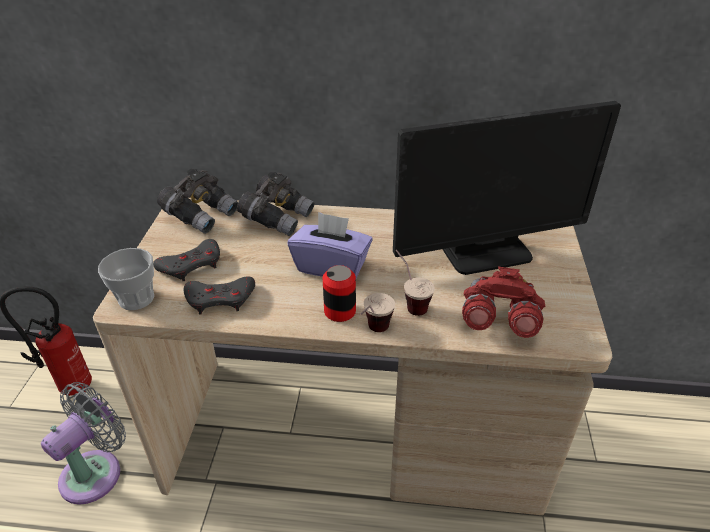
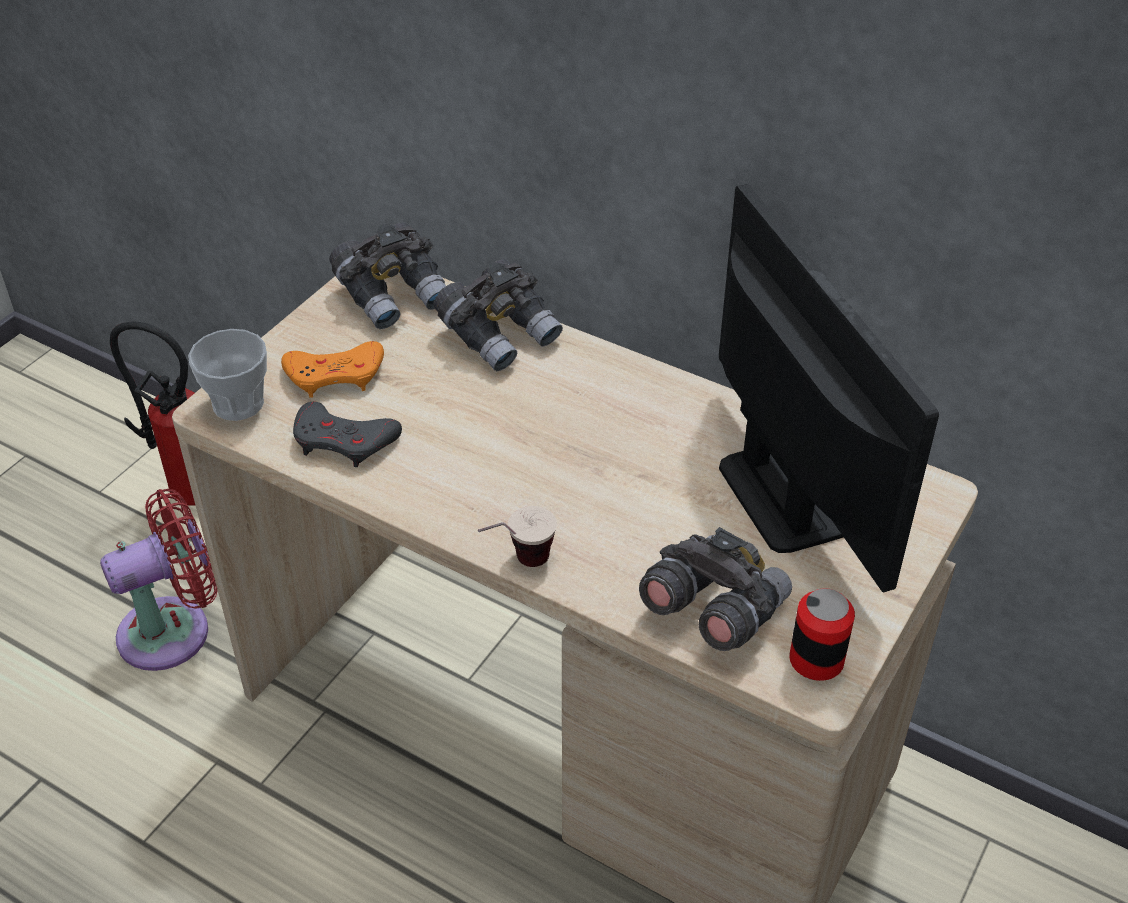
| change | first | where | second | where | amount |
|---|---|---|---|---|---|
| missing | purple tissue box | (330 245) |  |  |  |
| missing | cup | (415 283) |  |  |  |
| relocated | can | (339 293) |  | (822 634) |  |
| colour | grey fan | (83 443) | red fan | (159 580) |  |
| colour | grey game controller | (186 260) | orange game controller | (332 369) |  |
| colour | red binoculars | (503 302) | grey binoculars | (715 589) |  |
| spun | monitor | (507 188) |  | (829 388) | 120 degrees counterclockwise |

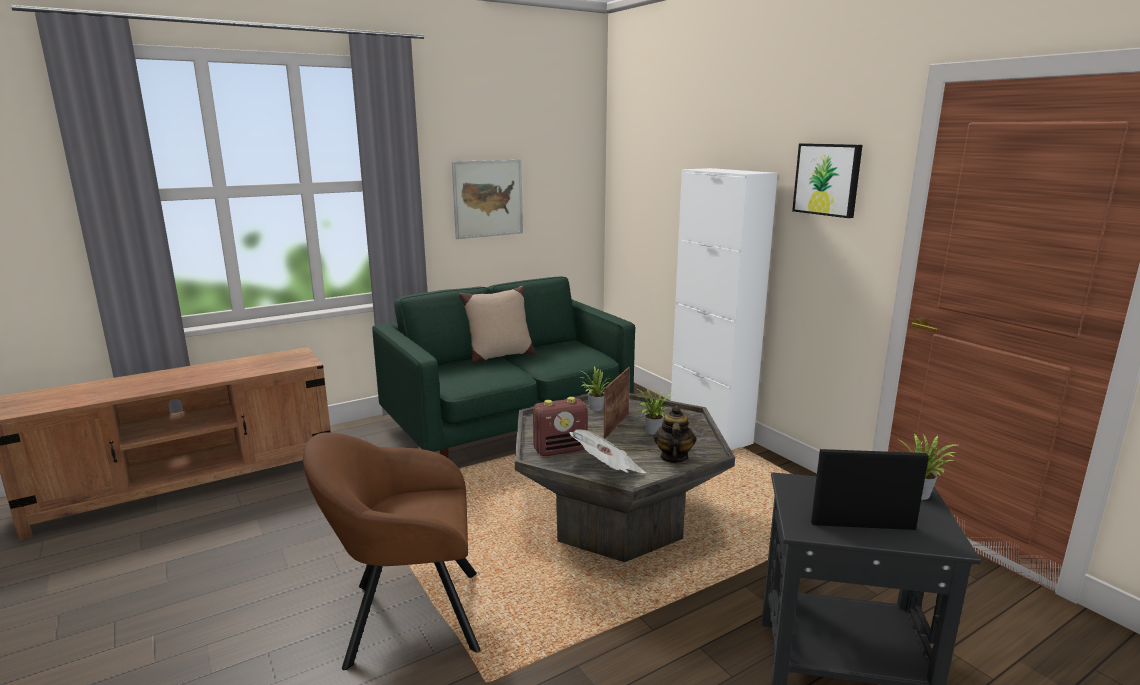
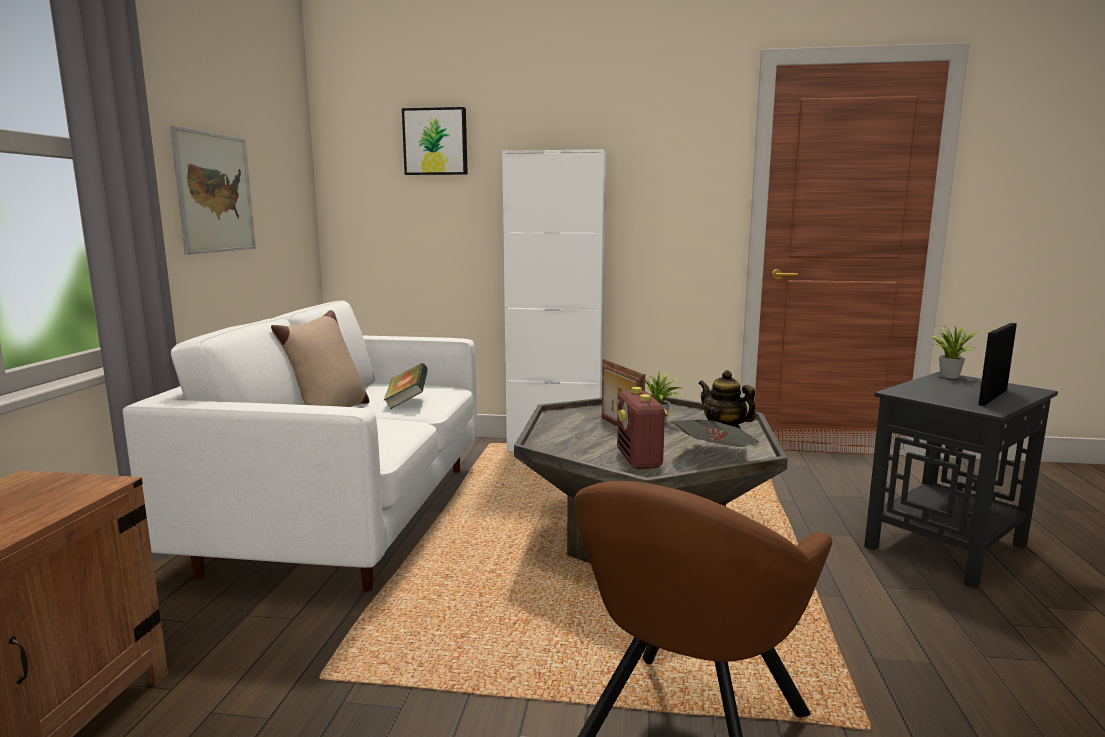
| change | first | where | second | where | amount |
|---|---|---|---|---|---|
| missing | potted plant | (595 389) |  |  |  |
| appeared |  |  | book | (406 386) |  |
| relocated | picture | (827 180) |  | (435 141) |  |
| colour | green sofa | (503 367) | white sofa | (300 445) |  |
| spun | radio | (560 426) |  | (643 428) | 150 degrees clockwise |

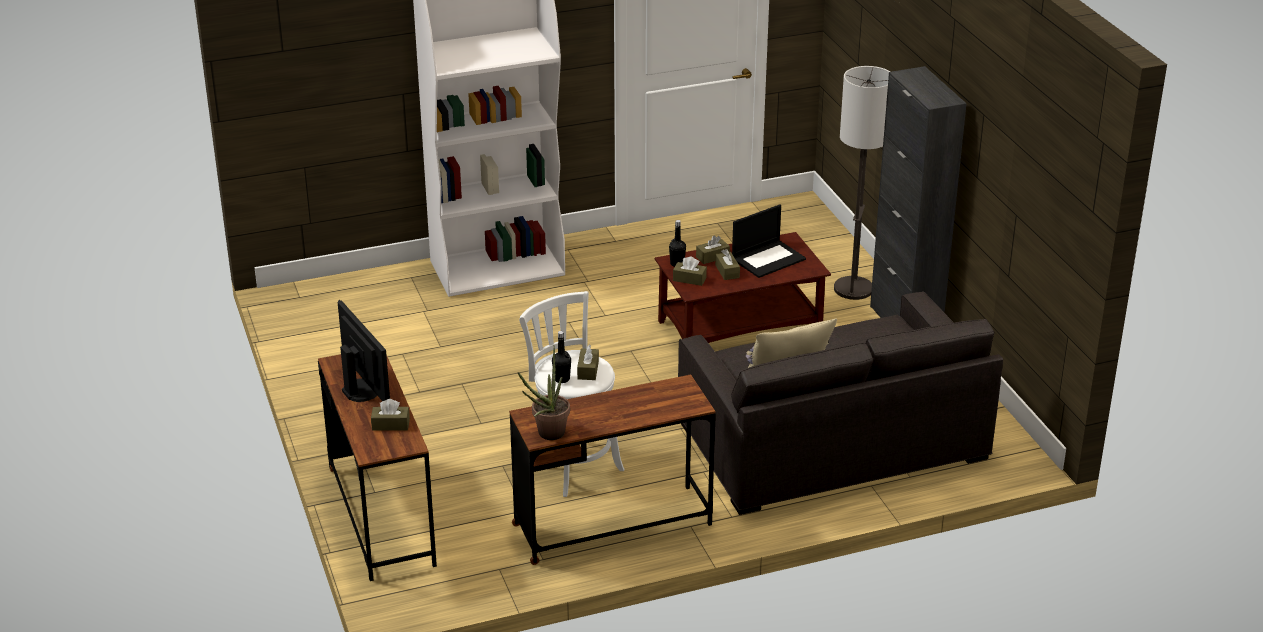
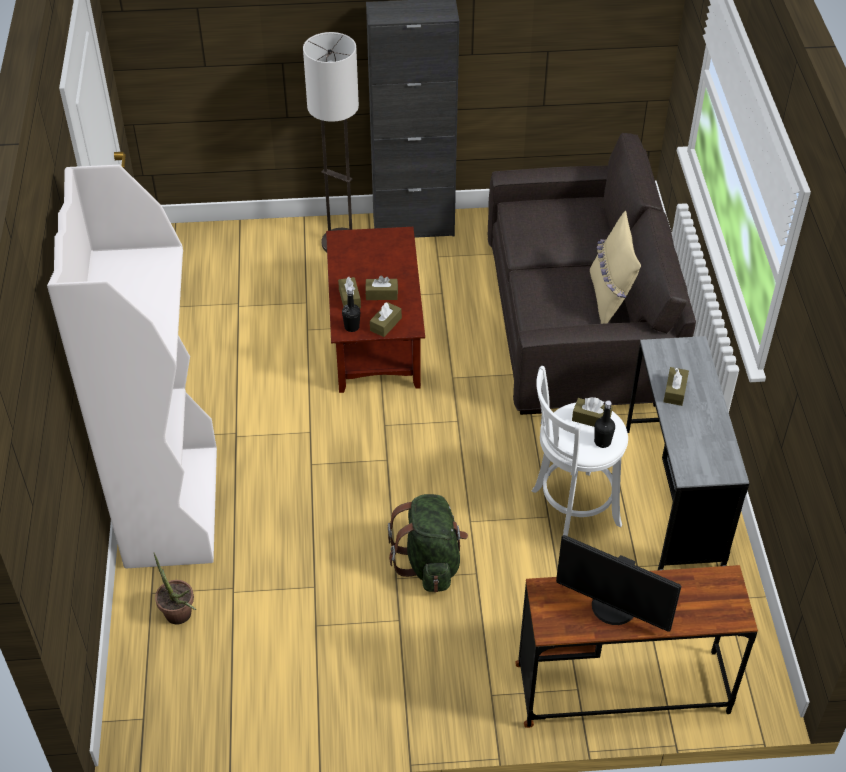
| change | first | where | second | where | amount |
|---|---|---|---|---|---|
| missing | laptop | (769 241) |  |  |  |
| appeared |  |  | green backpack | (428 543) |  |
| relocated | brown tissue box | (390 415) |  | (676 386) |  |
| relocated | potted plant | (544 393) |  | (175 589) |  |
| colour | brown desk | (612 469) | grey desk | (687 453) |  |
| spun | monitor | (364 351) |  | (618 583) | 135 degrees counterclockwise |

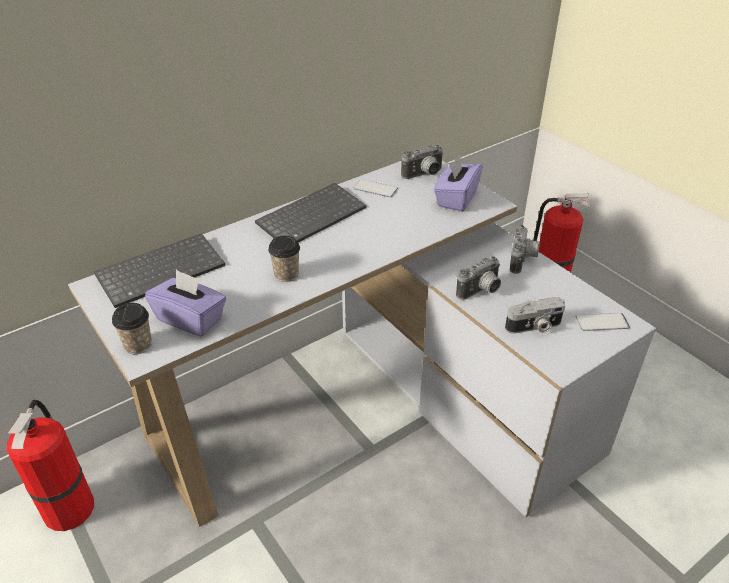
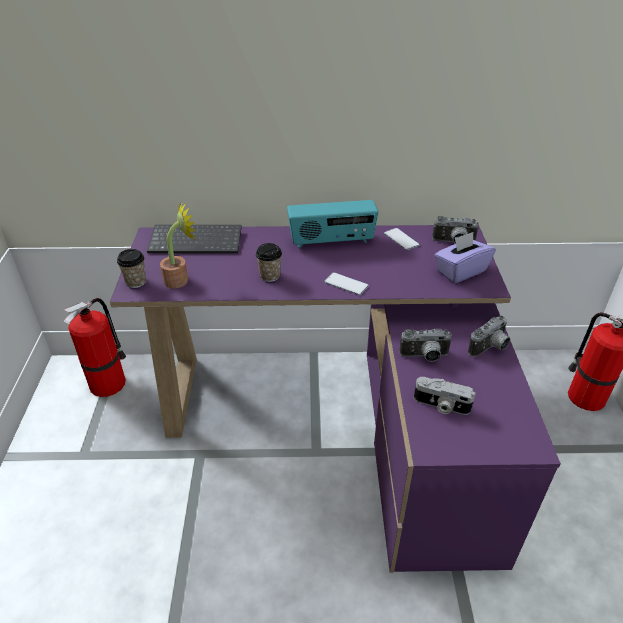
| change | first | where | second | where | amount |
|---|---|---|---|---|---|
| relocated | phone | (602 322) |  | (346 283) |  |
| exchanged | purple tissue box | (185 302) | potted plant | (178 245) |  |
| exchanged | keyboard | (310 213) | radio | (332 224) |  |
| colour | white desk | (362 343) | purple desk | (335 399) |  |

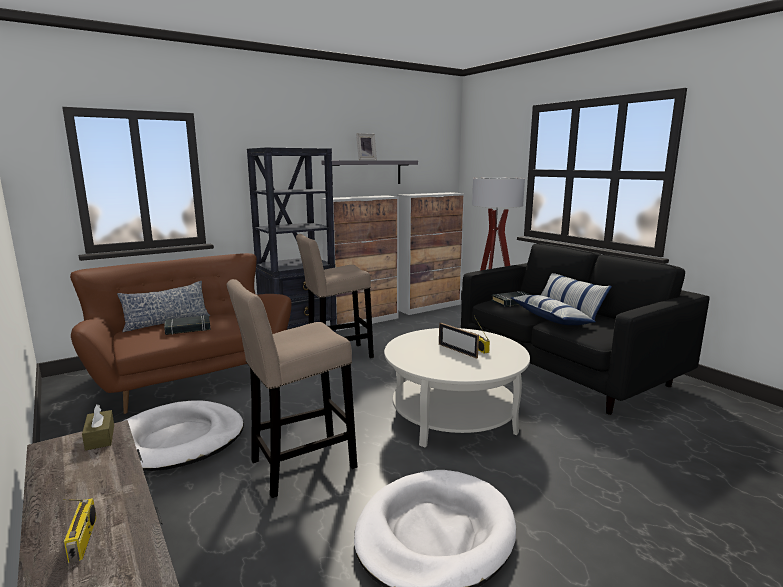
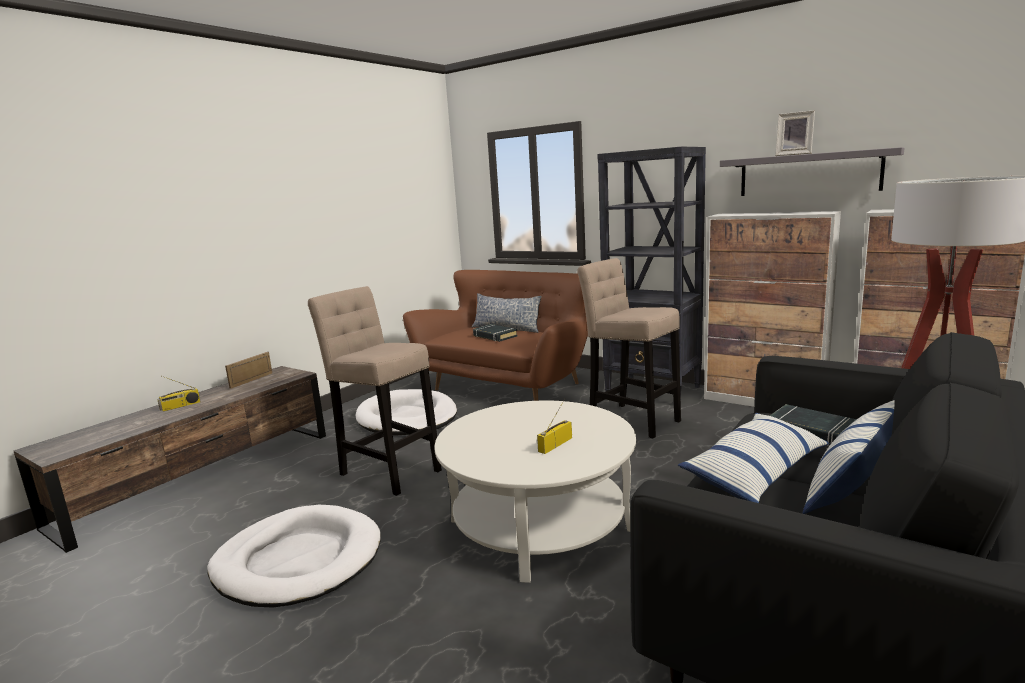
| change | first | where | second | where | amount |
|---|---|---|---|---|---|
| missing | brown tissue box | (98 427) |  |  |  |
| relocated | picture frame | (459 341) |  | (248 370) |  |

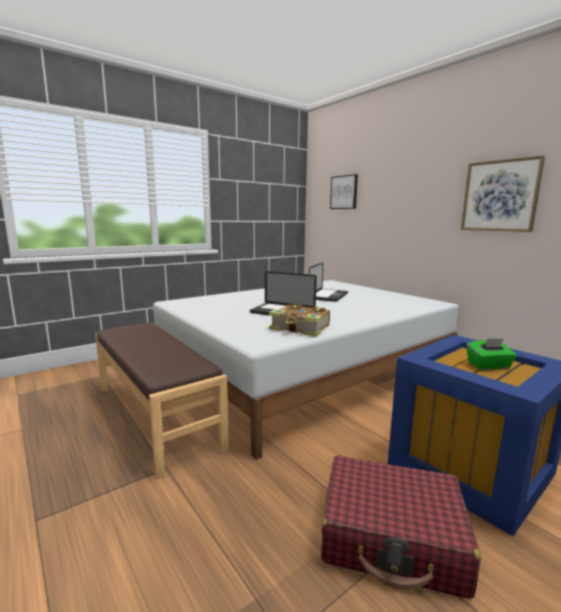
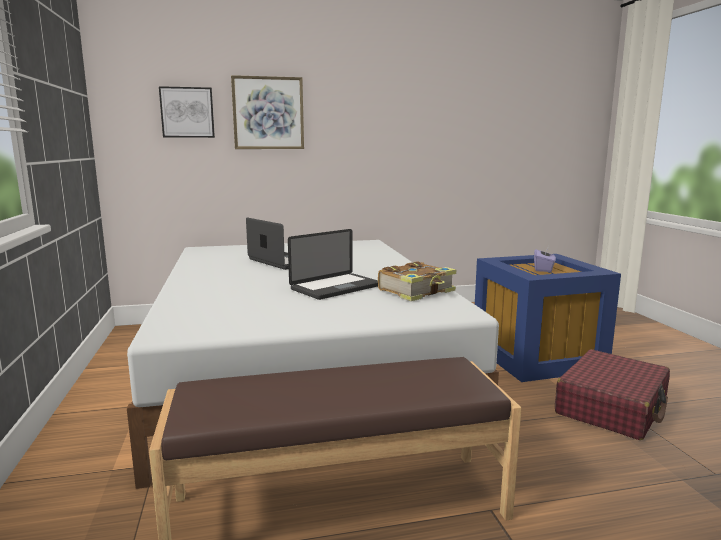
| change | first | where | second | where | amount |
|---|---|---|---|---|---|
| relocated | picture | (503 193) |  | (267 112) |  |
| colour | green tissue box | (491 354) | purple tissue box | (545 259) |  |

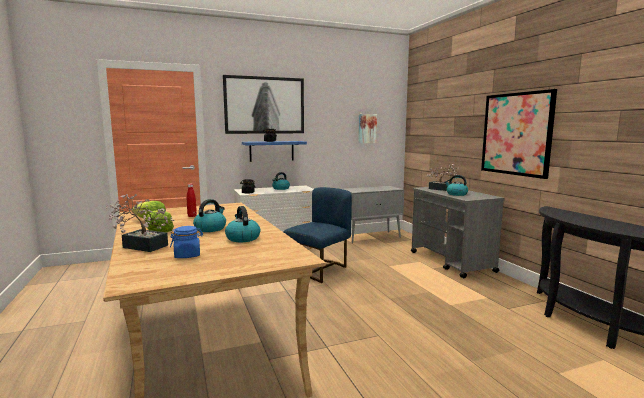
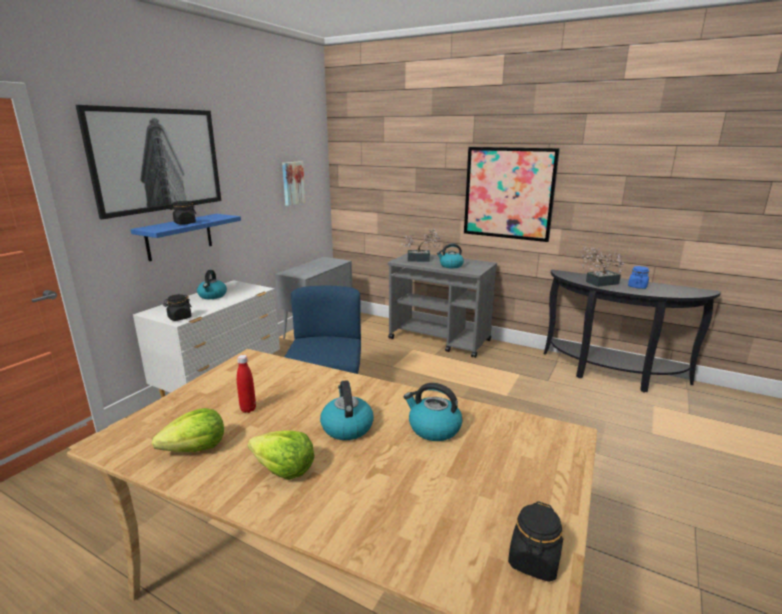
| change | first | where | second | where | amount |
|---|---|---|---|---|---|
| appeared |  |  | black jar | (535 541) |  |
| relocated | potted plant | (139 223) |  | (602 267) |  |
| relocated | blue jar | (186 242) |  | (638 277) |  |

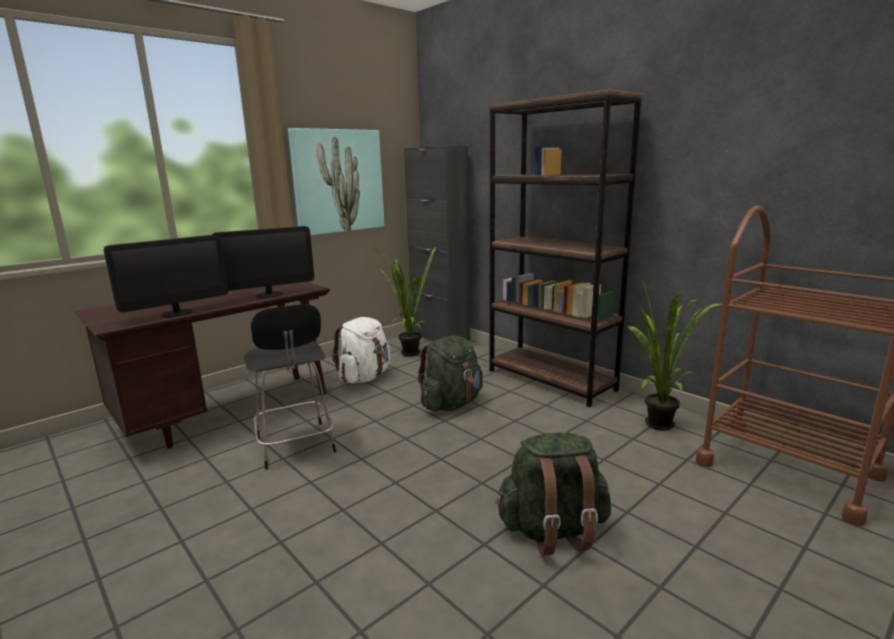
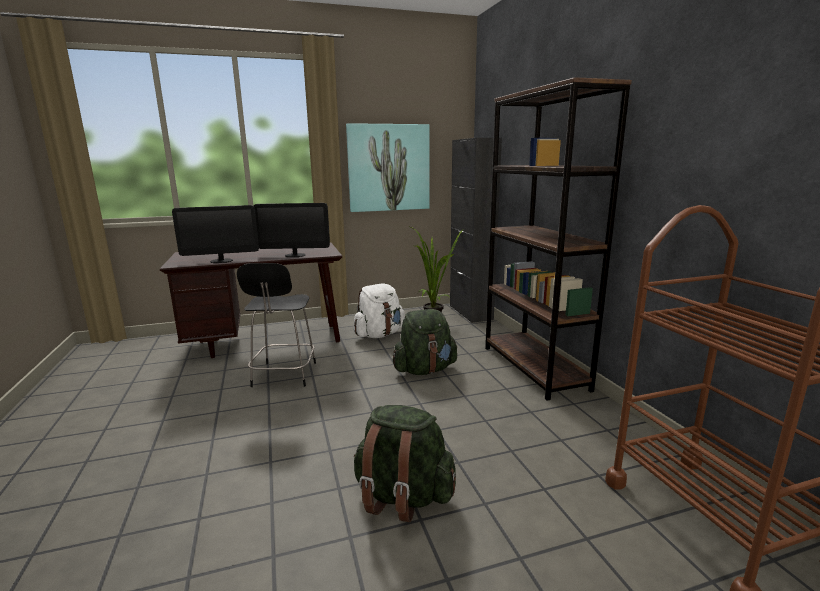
| change | first | where | second | where | amount |
|---|---|---|---|---|---|
| missing | potted plant | (674 353) |  |  |  |

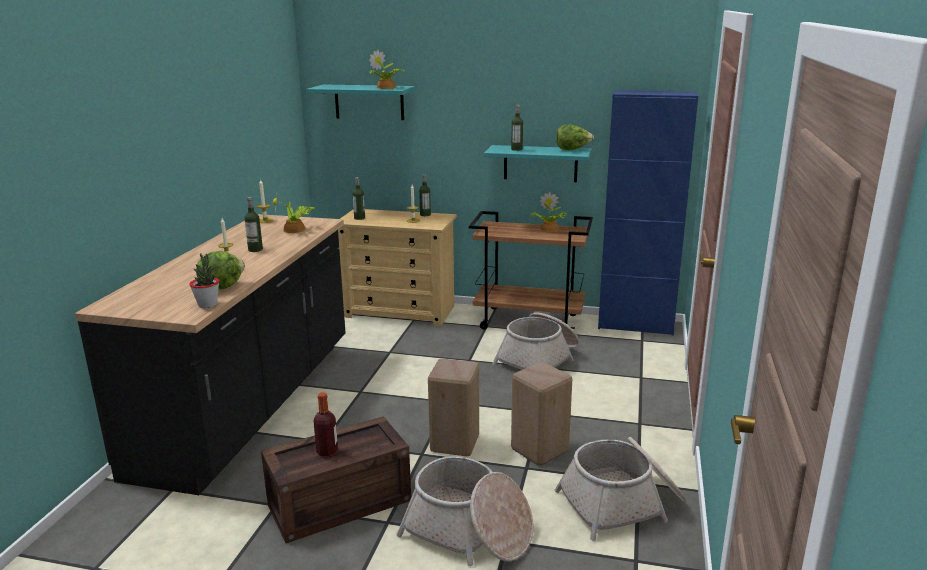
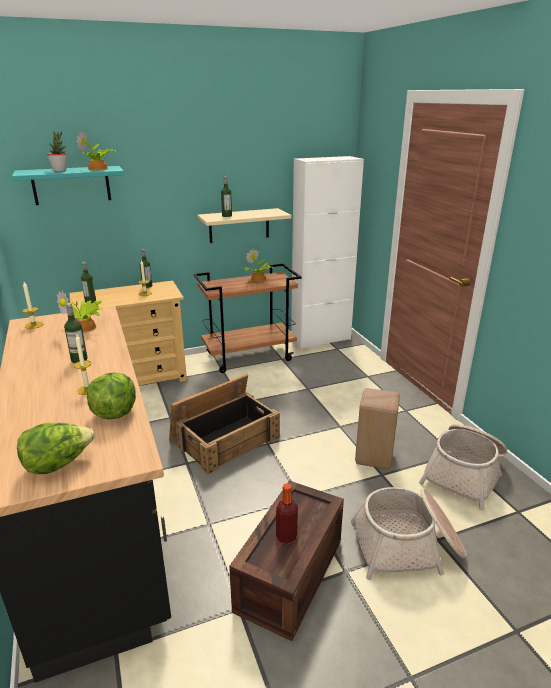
| change | first | where | second | where | amount |
|---|---|---|---|---|---|
| missing | beige stool | (453 407) |  |  |  |
| missing | basket | (535 341) |  |  |  |
| appeared |  |  | crate | (224 424) |  |
| relocated | potted plant | (204 280) |  | (57 151) |  |
| relocated | lettuce | (575 137) |  | (56 448) |  |
| colour | turquoise shelf | (538 163) | beige shelf | (244 225) |  |
| colour | blue cabinet | (648 213) | white cabinet | (327 252) |  |

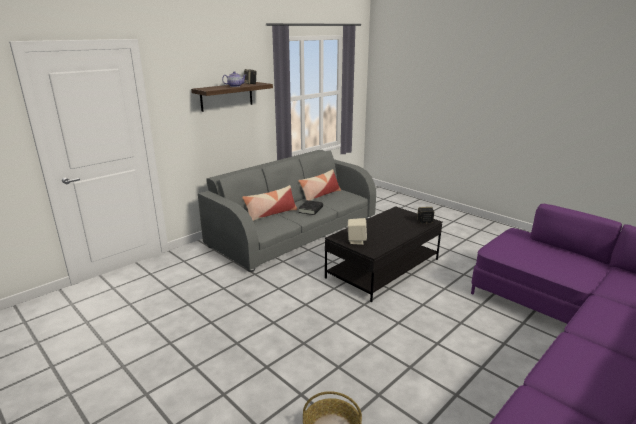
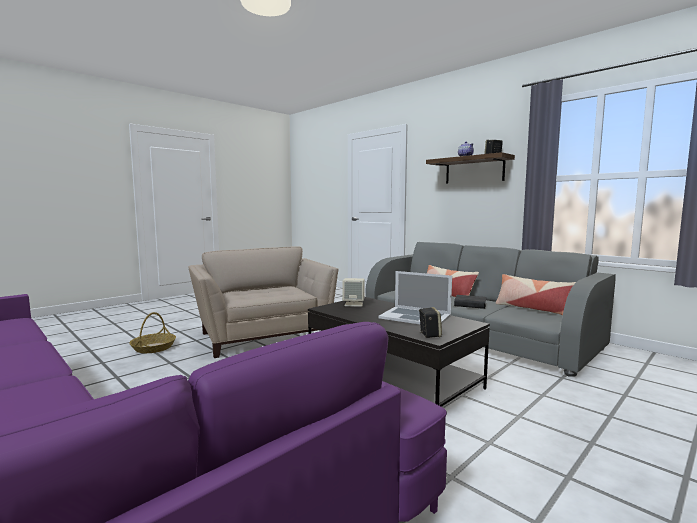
| change | first | where | second | where | amount |
|---|---|---|---|---|---|
| appeared |  |  | beige armchair | (263 302) |  |
| appeared |  |  | laptop | (415 297) |  |

